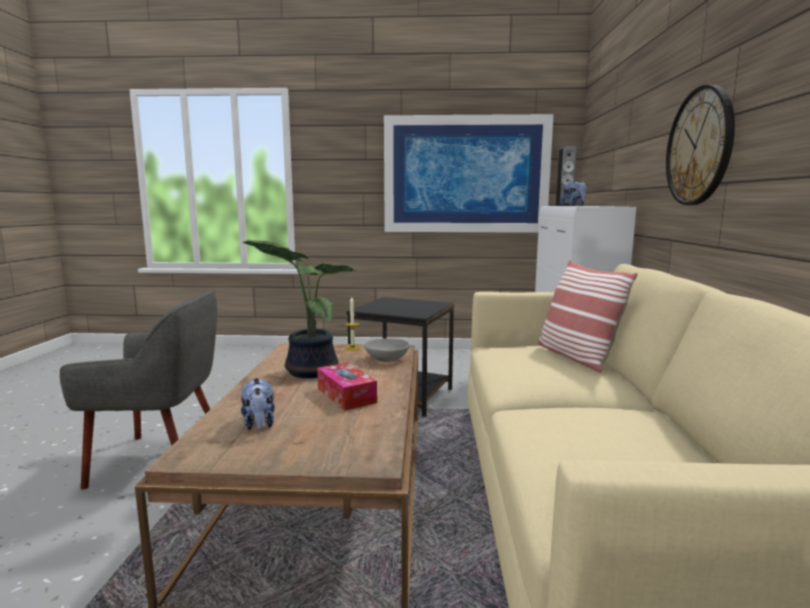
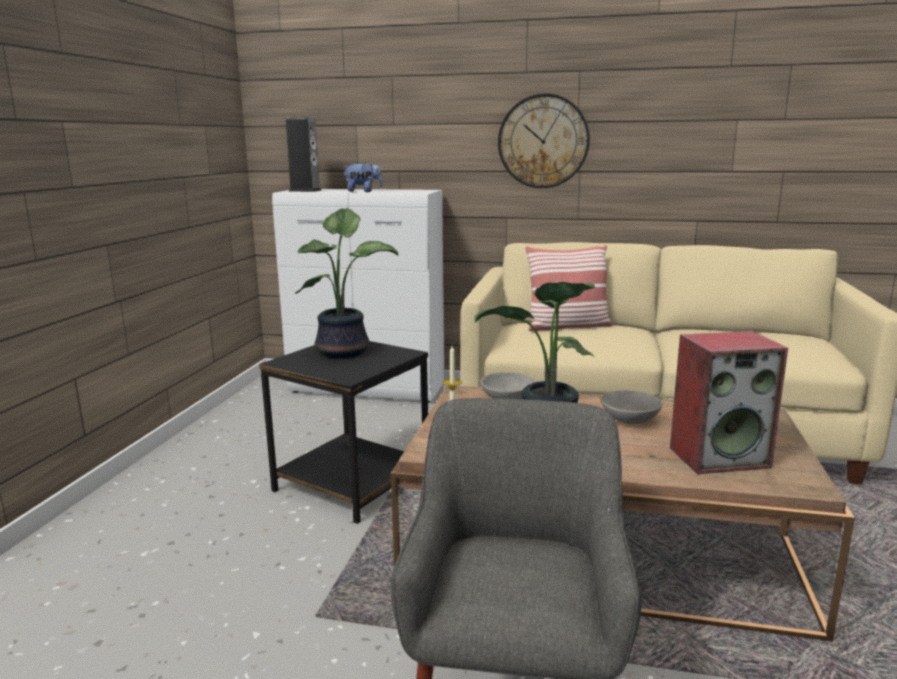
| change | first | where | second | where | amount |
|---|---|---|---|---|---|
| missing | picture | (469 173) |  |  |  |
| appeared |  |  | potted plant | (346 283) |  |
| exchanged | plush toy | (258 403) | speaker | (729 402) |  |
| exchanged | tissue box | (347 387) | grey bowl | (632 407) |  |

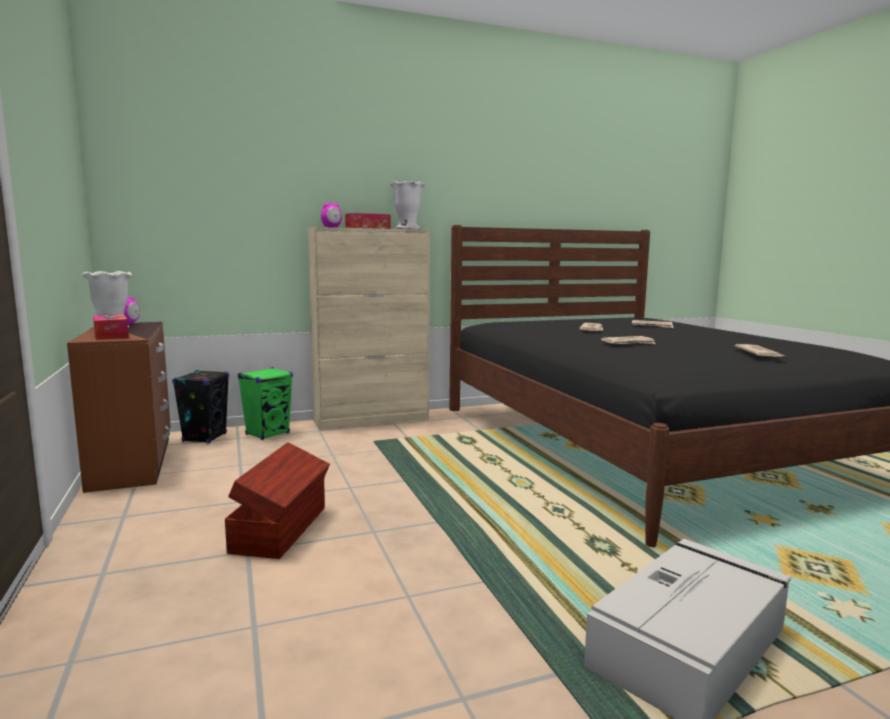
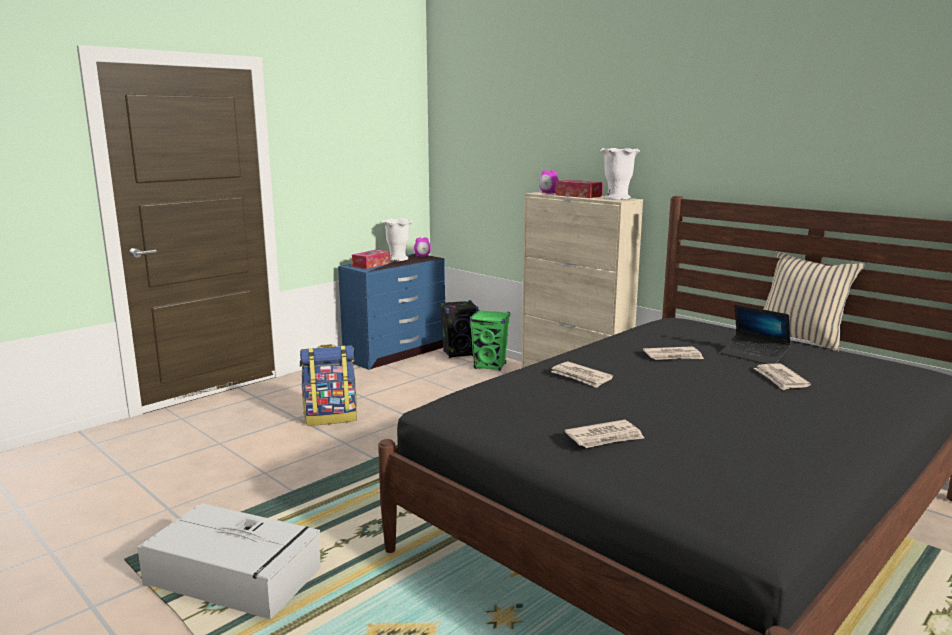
| change | first | where | second | where | amount |
|---|---|---|---|---|---|
| appeared |  |  | laptop | (756 334) |  |
| appeared |  |  | beige pillow | (814 301) |  |
| exchanged | brown storage box | (277 500) | backpack | (328 385) |  |
| colour | brown dresser | (119 407) | blue dresser | (391 311) |  |

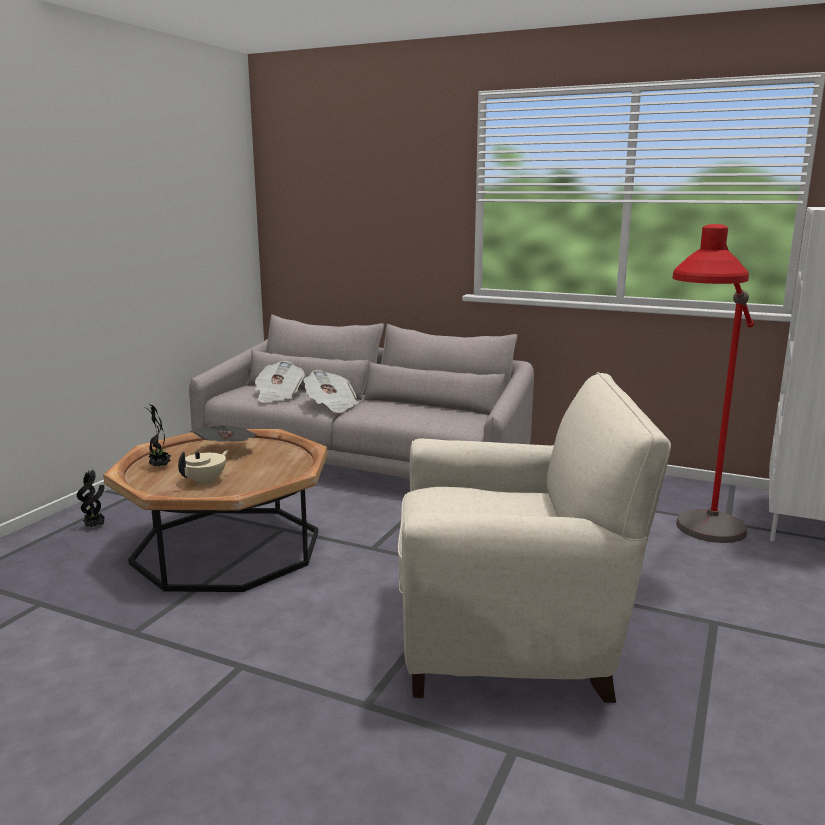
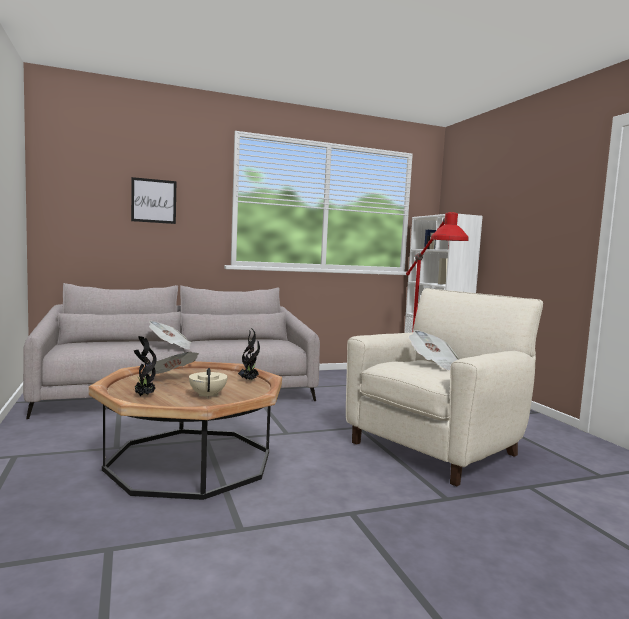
| change | first | where | second | where | amount |
|---|---|---|---|---|---|
| appeared |  |  | picture | (153 200) |  |
| relocated | potted plant | (91 499) |  | (249 354) |  |
| relocated | newspaper | (280 382) |  | (433 350) |  |

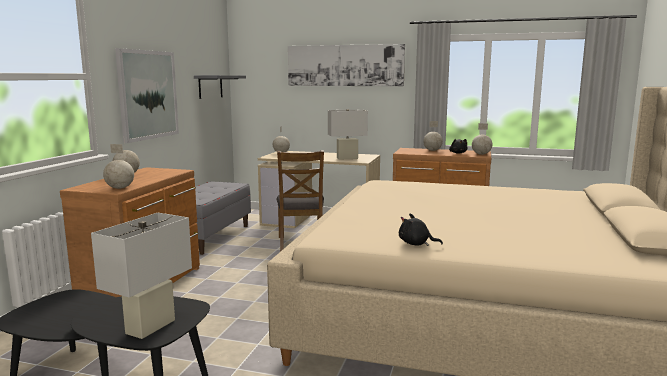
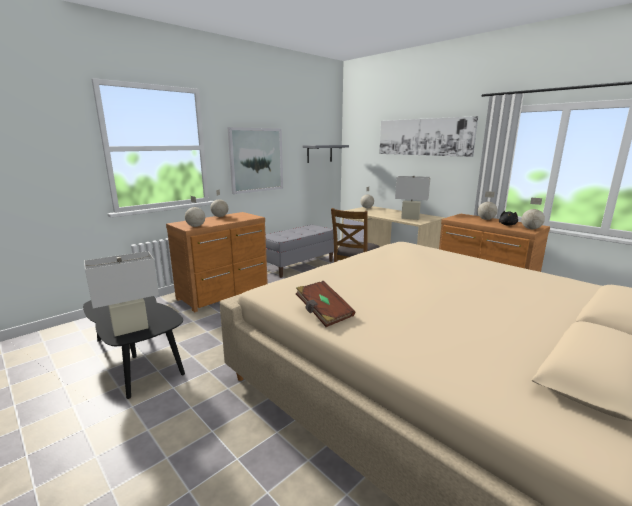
| change | first | where | second | where | amount |
|---|---|---|---|---|---|
| exchanged | black plush toy | (421 230) | brown book | (325 304) |  |

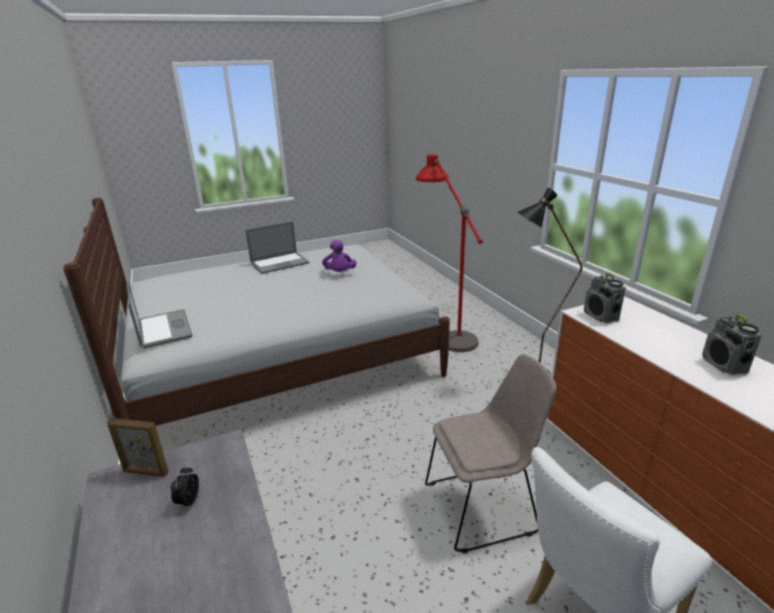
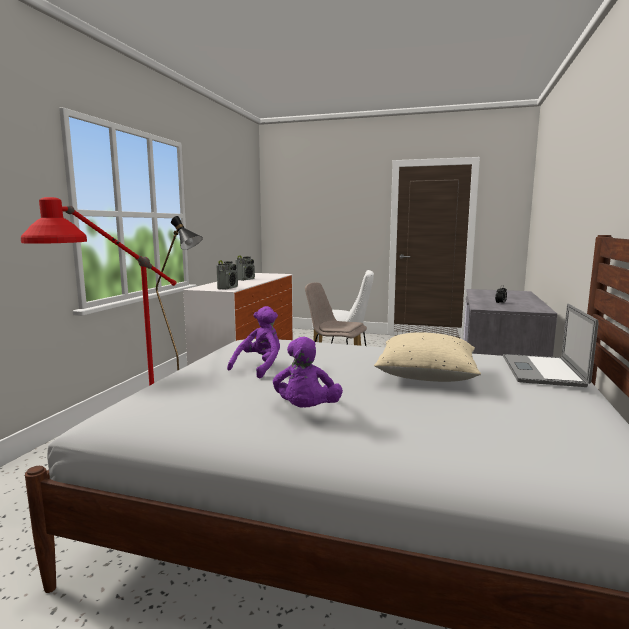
| change | first | where | second | where | amount |
|---|---|---|---|---|---|
| missing | picture frame | (138 447) |  |  |  |
| appeared |  |  | beige pillow | (427 357) |  |
| exchanged | laptop | (277 247) | purple plush toy | (308 372) |  |

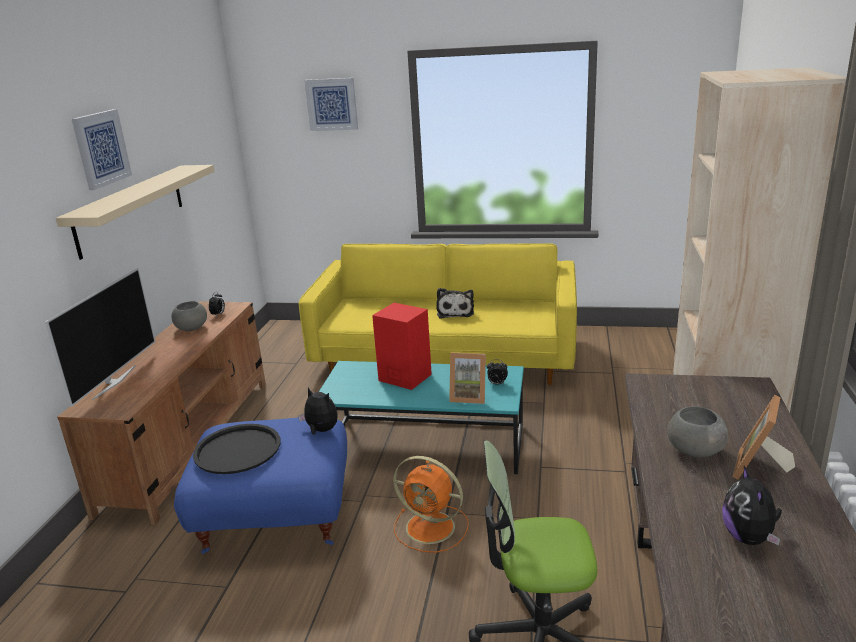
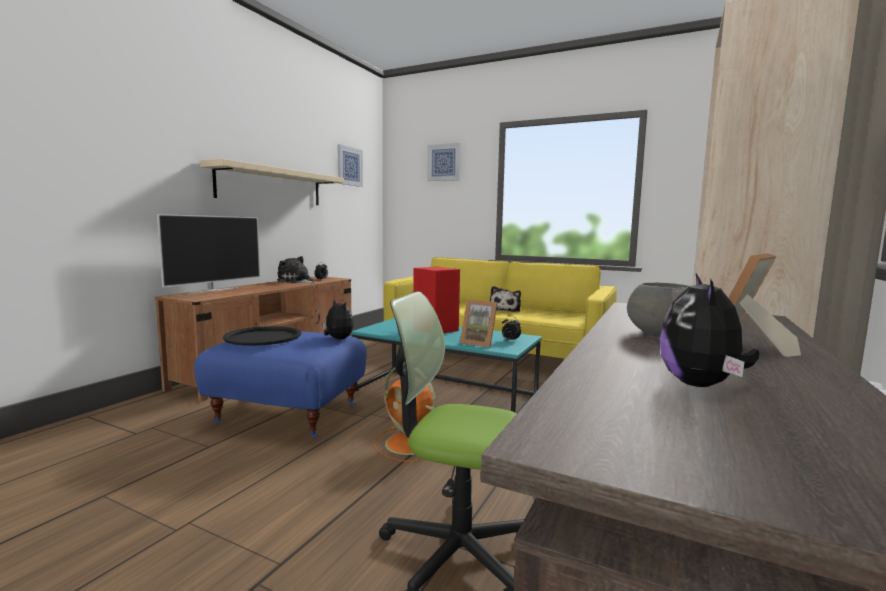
| change | first | where | second | where | amount |
|---|---|---|---|---|---|
| relocated | picture | (102 149) |  | (350 165) |  |
| exchanged | grey bowl | (189 316) | plush toy | (295 269) |  |

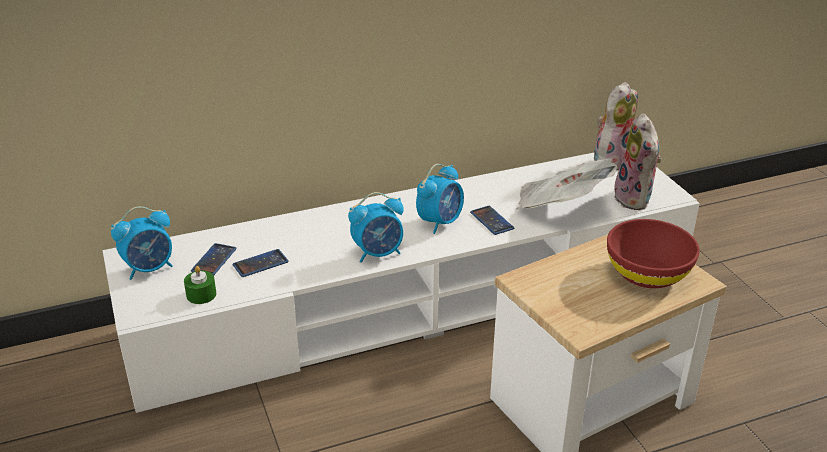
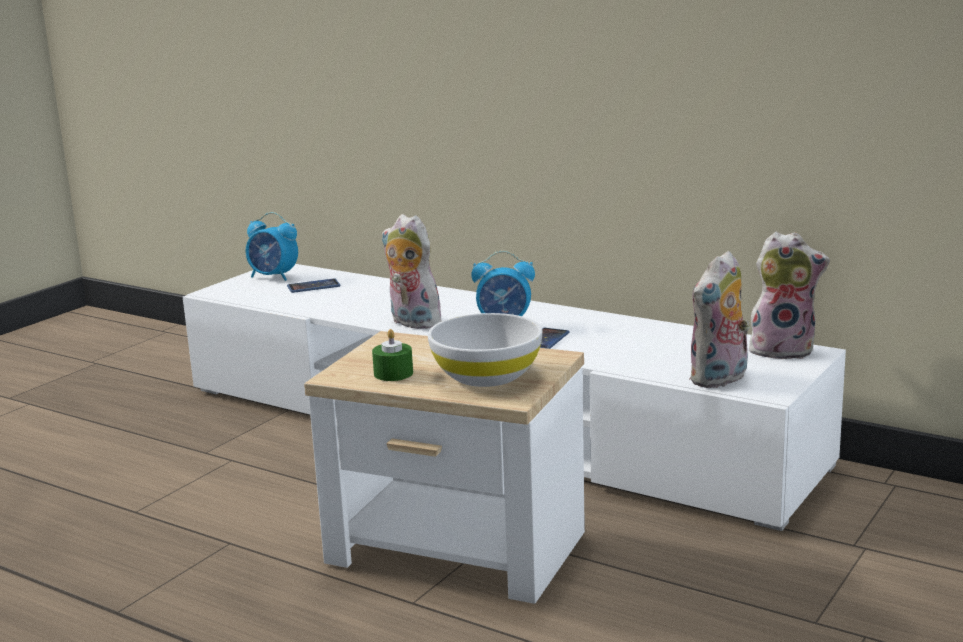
| change | first | where | second | where | amount |
|---|---|---|---|---|---|
| missing | phone | (261 263) |  |  |  |
| missing | newspaper | (566 184) |  |  |  |
| relocated | green candle | (200 285) |  | (392 355) |  |
| exchanged | alarm clock | (376 227) | plush toy | (411 271) |  |
| colour | red bowl | (653 253) | white bowl | (485 350) |  |

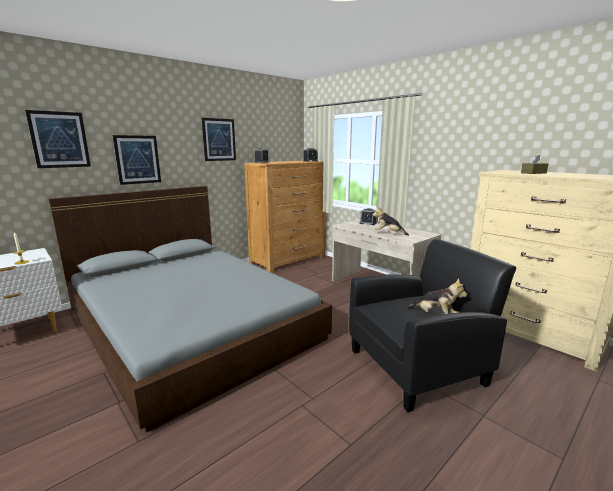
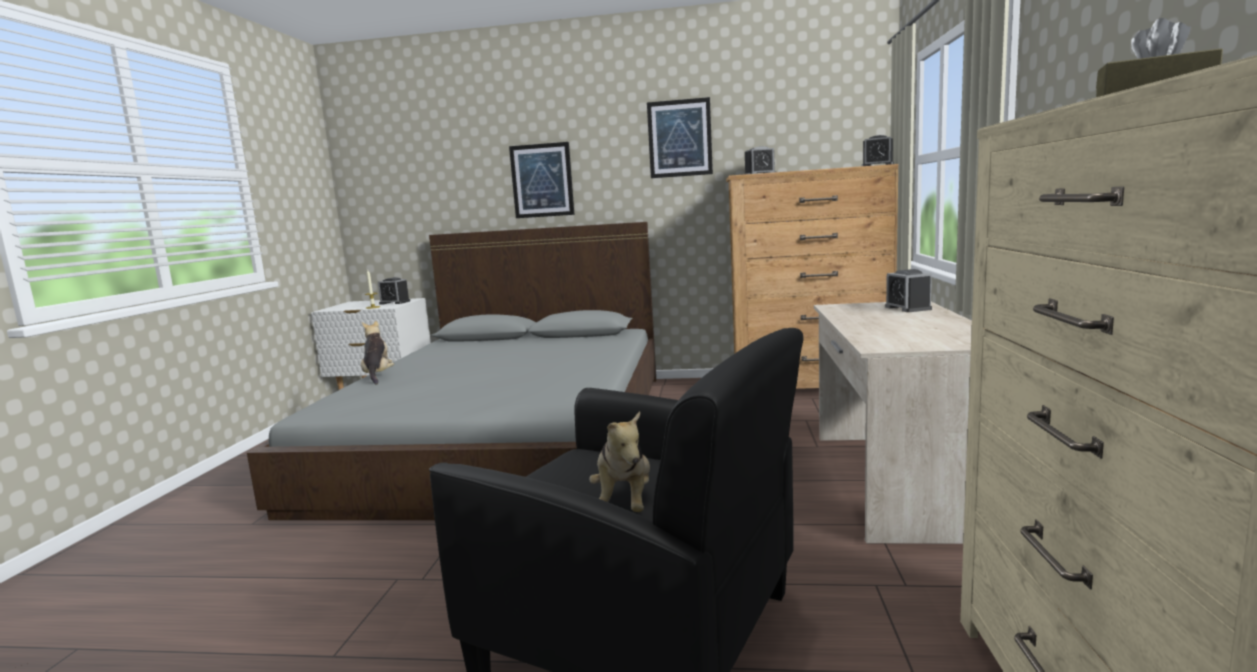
| change | first | where | second | where | amount |
|---|---|---|---|---|---|
| missing | picture | (58 139) |  |  |  |
| appeared |  |  | alarm clock | (394 290) |  |
| relocated | plush toy | (391 221) |  | (377 352) |  |

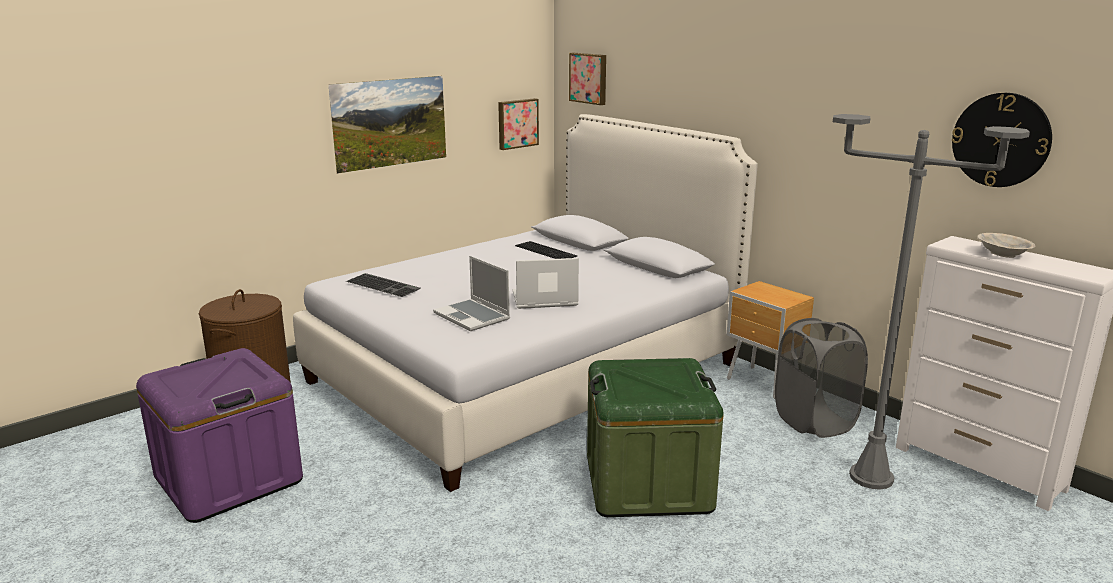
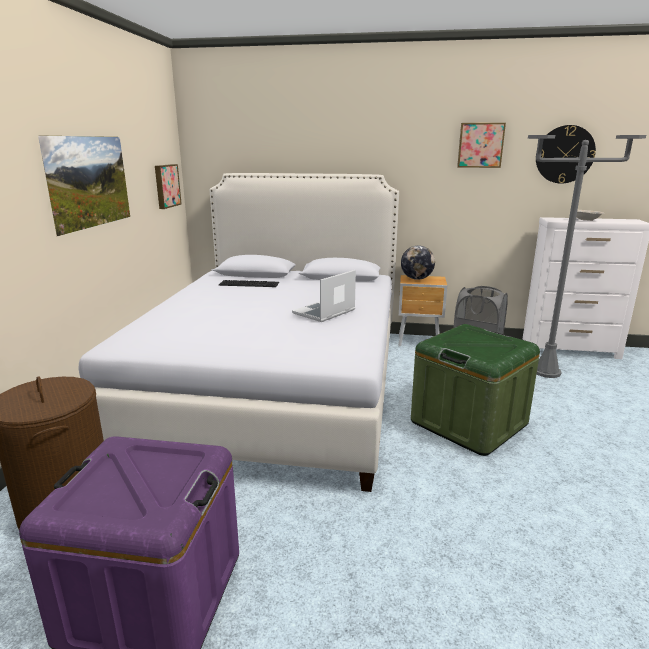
| change | first | where | second | where | amount |
|---|---|---|---|---|---|
| missing | keyboard | (383 285) |  |  |  |
| missing | laptop | (471 293) |  |  |  |
| appeared |  |  | globe | (418 262) |  |
| relocated | picture | (587 79) |  | (481 145) |  |

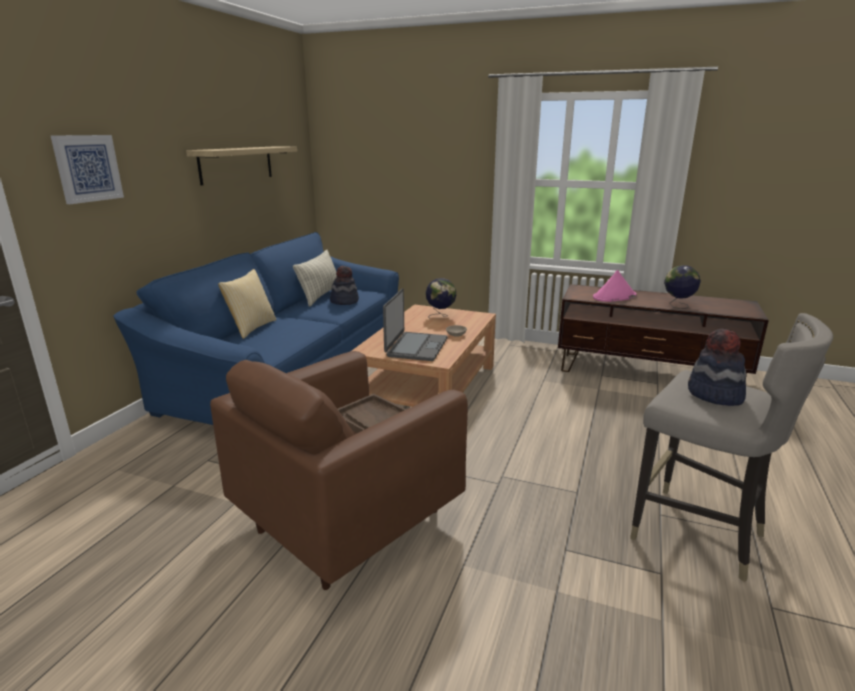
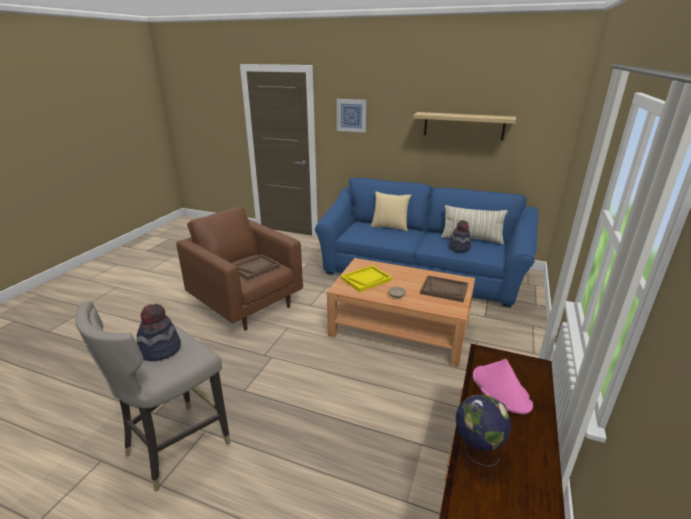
| change | first | where | second | where | amount |
|---|---|---|---|---|---|
| exchanged | laptop | (415 324) | yellow tray | (366 278) |  |
| exchanged | globe | (441 297) | brown tray | (444 288) |  |

